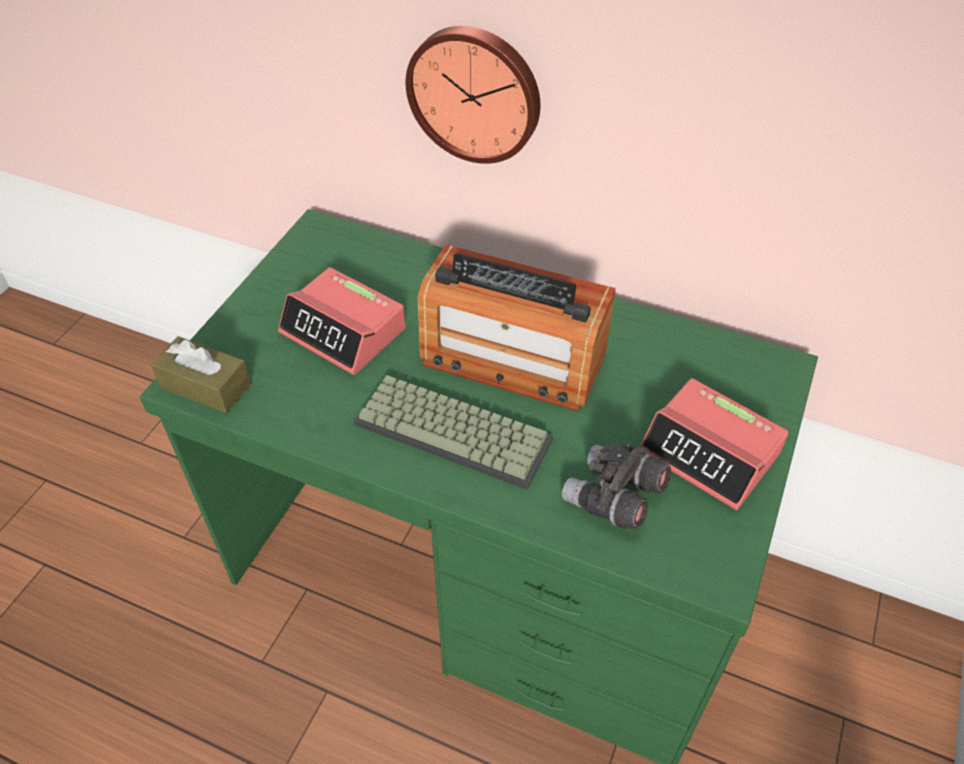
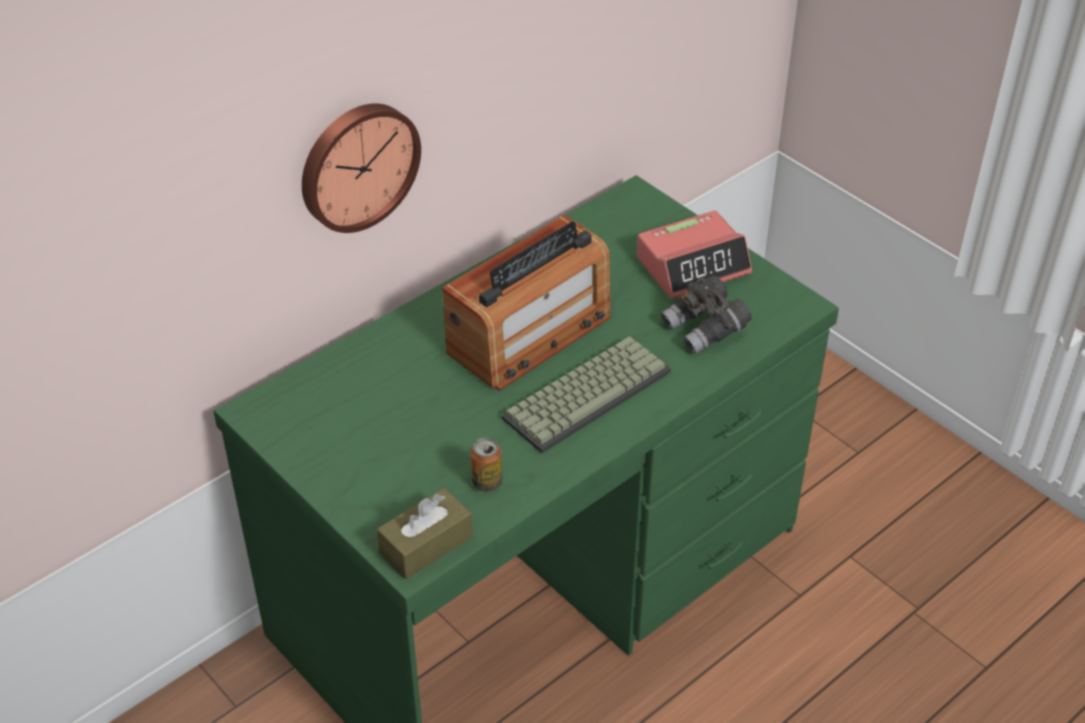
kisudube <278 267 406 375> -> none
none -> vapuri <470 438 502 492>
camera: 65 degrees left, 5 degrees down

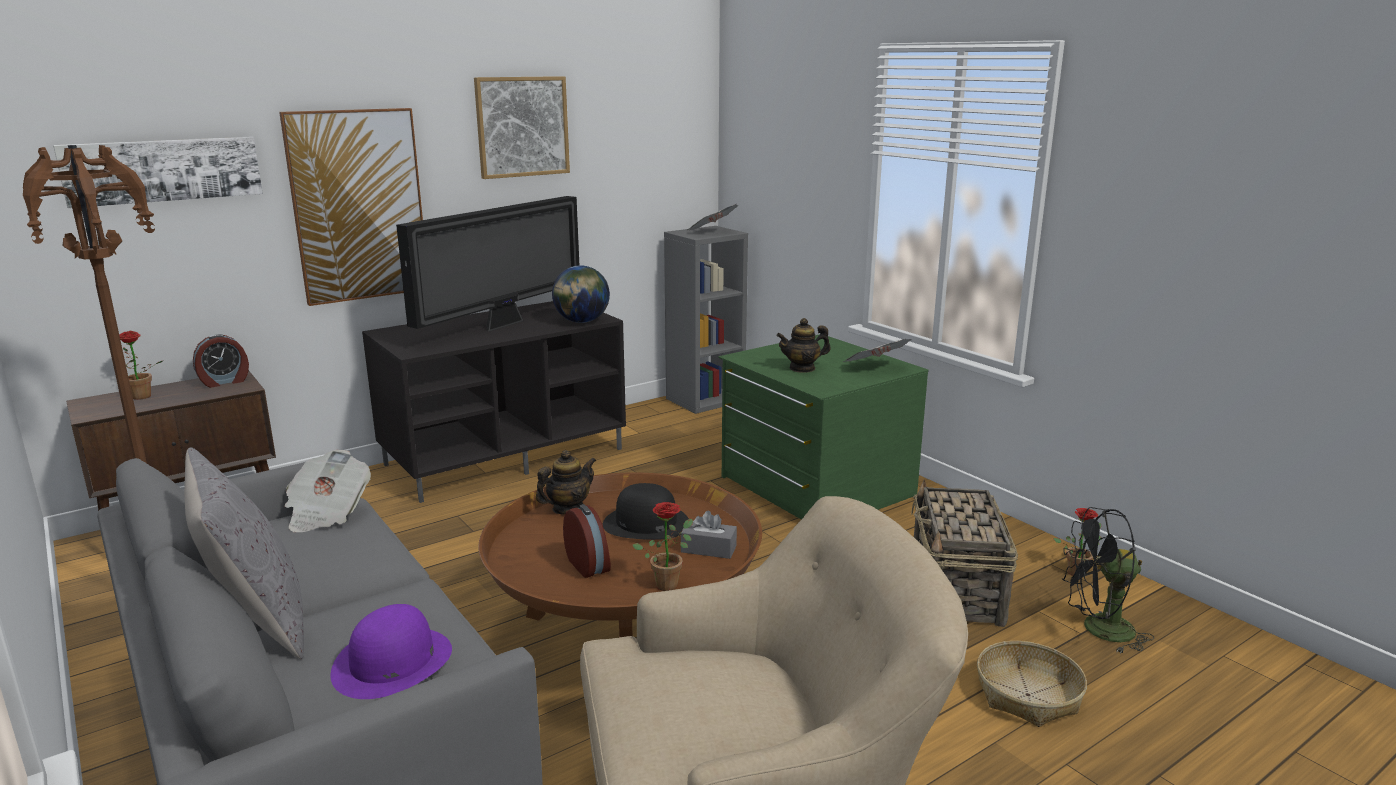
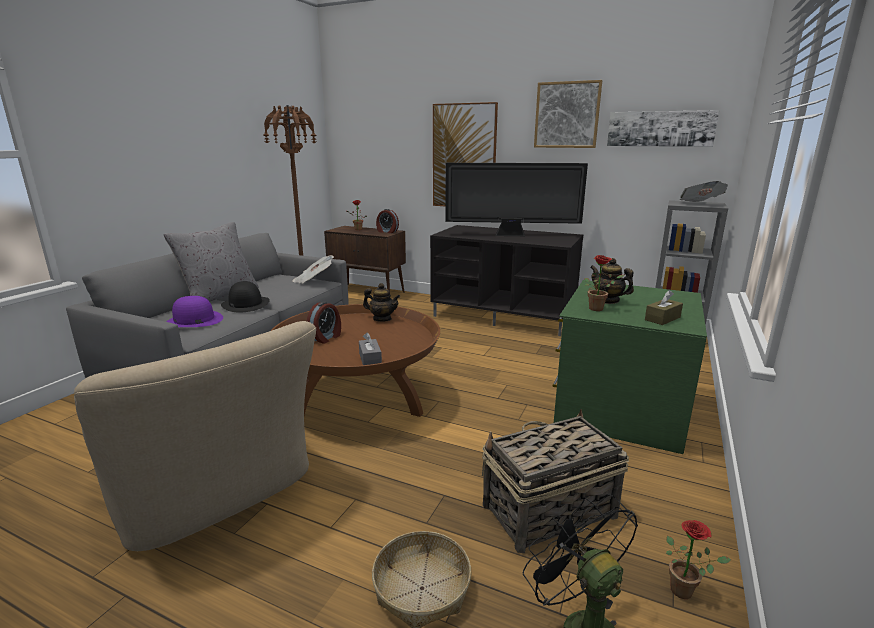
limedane <552 265 610 323> -> none
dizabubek <53 137 263 208> -> dizabubek <607 110 719 147>, shifted
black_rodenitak <603 483 689 540> -> black_rodenitak <221 281 270 313>, shifted
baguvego <632 502 693 591> -> baguvego <584 255 624 311>, shifted
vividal <843 339 912 362> -> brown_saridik <645 290 683 325>
camera: 60 degrees right, 0 degrees up

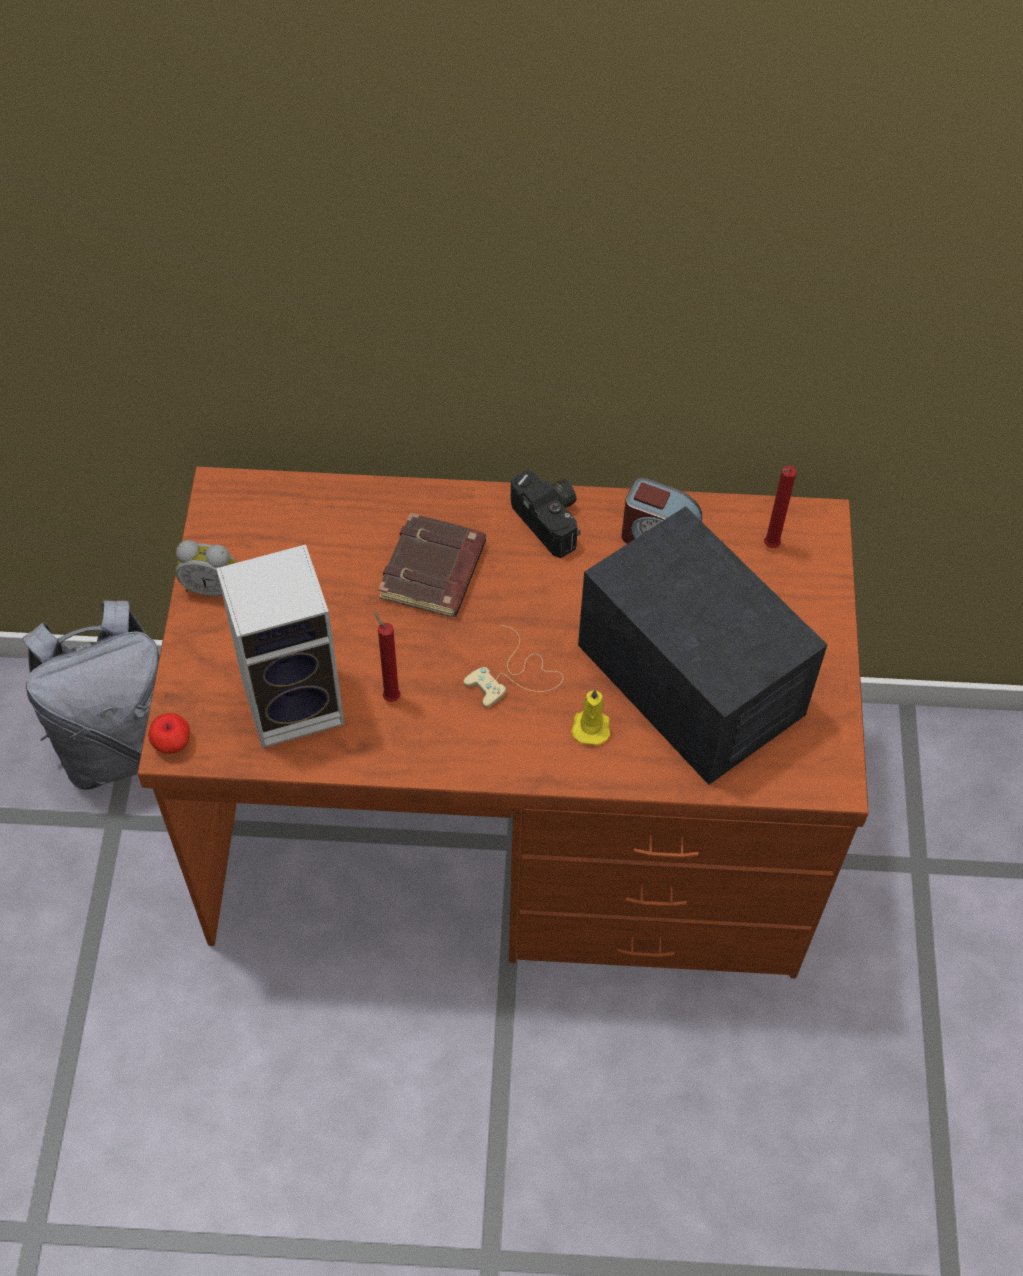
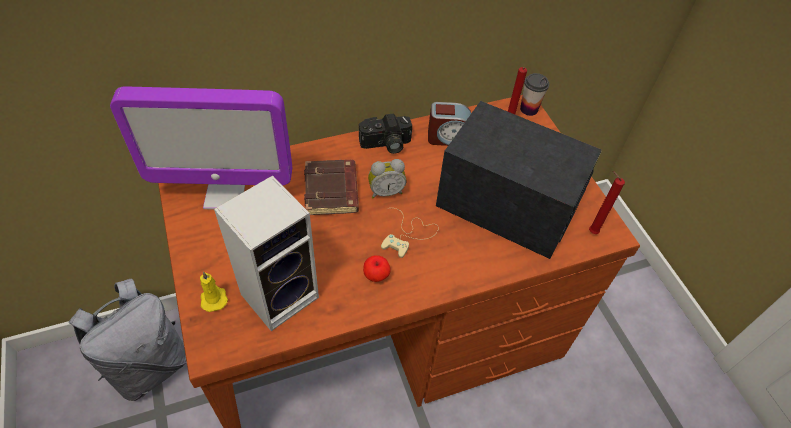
none -> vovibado <110 87 292 210>
none -> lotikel <520 73 549 116>
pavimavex <148 713 190 754> -> pavimavex <363 255 391 282>, shifted
kisudube <175 540 236 596> -> kisudube <368 159 406 198>, shifted
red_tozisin <374 611 401 702> -> red_tozisin <589 171 625 234>, shifted
yellow_tozisin <571 688 610 745> -> yellow_tozisin <200 272 228 312>, shifted
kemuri <510 470 581 558> -> kemuri <359 113 412 154>, 135 degrees clockwise
camera: 25 degrees left, 5 degrees down

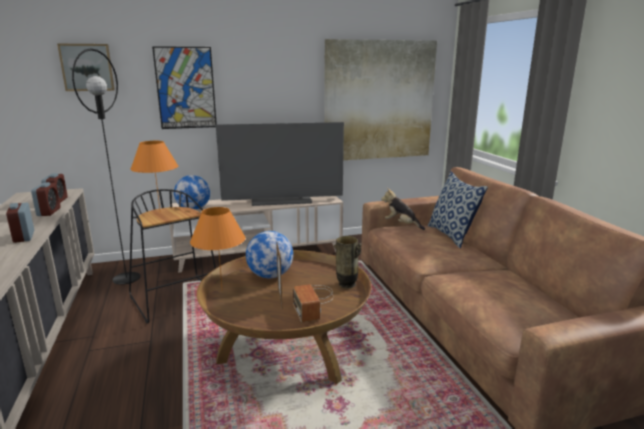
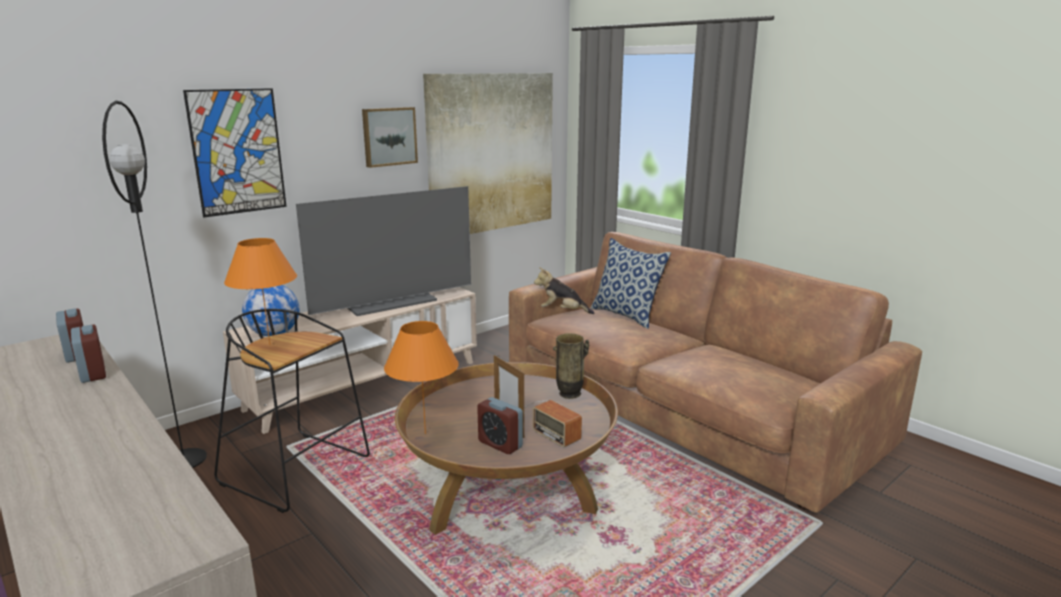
limedane <246 231 293 278> -> none
kisudube <6 202 34 243> -> kisudube <477 397 523 454>, shifted
dizabubek <57 44 115 91> -> dizabubek <362 107 418 168>, shifted
camera: 25 degrees left, 0 degrees up

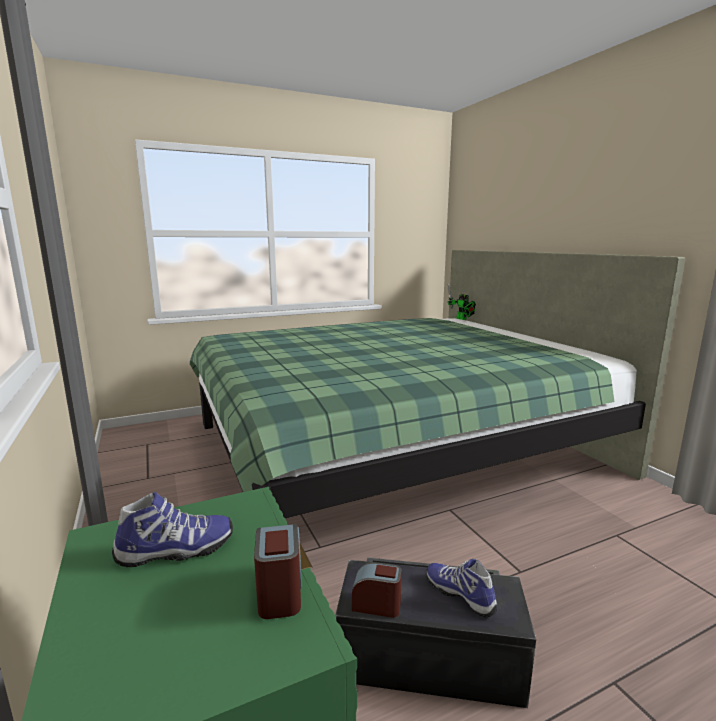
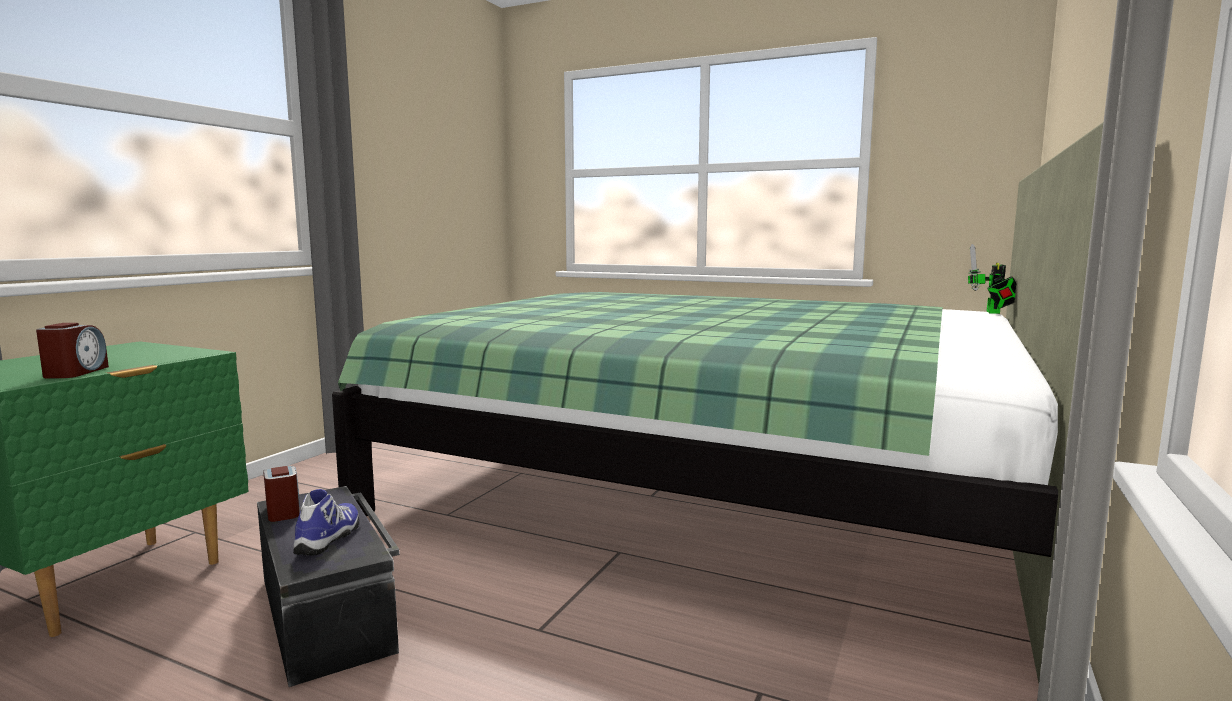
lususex <112 492 233 567> -> none
kisudube <254 524 302 619> -> kisudube <36 323 109 379>, 45 degrees counterclockwise
camera: 50 degrees right, 5 degrees down

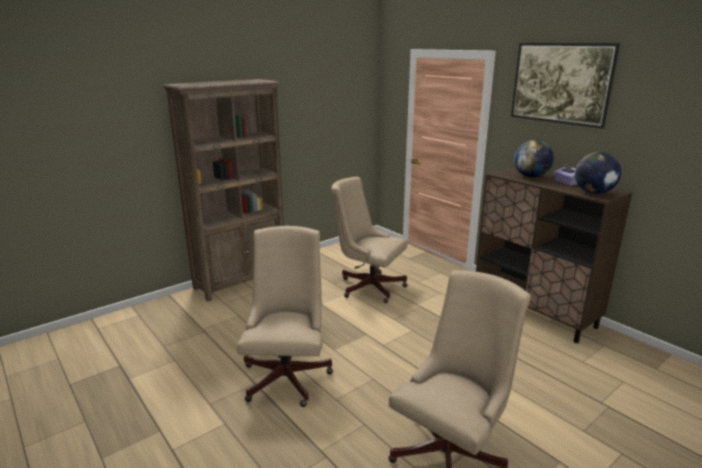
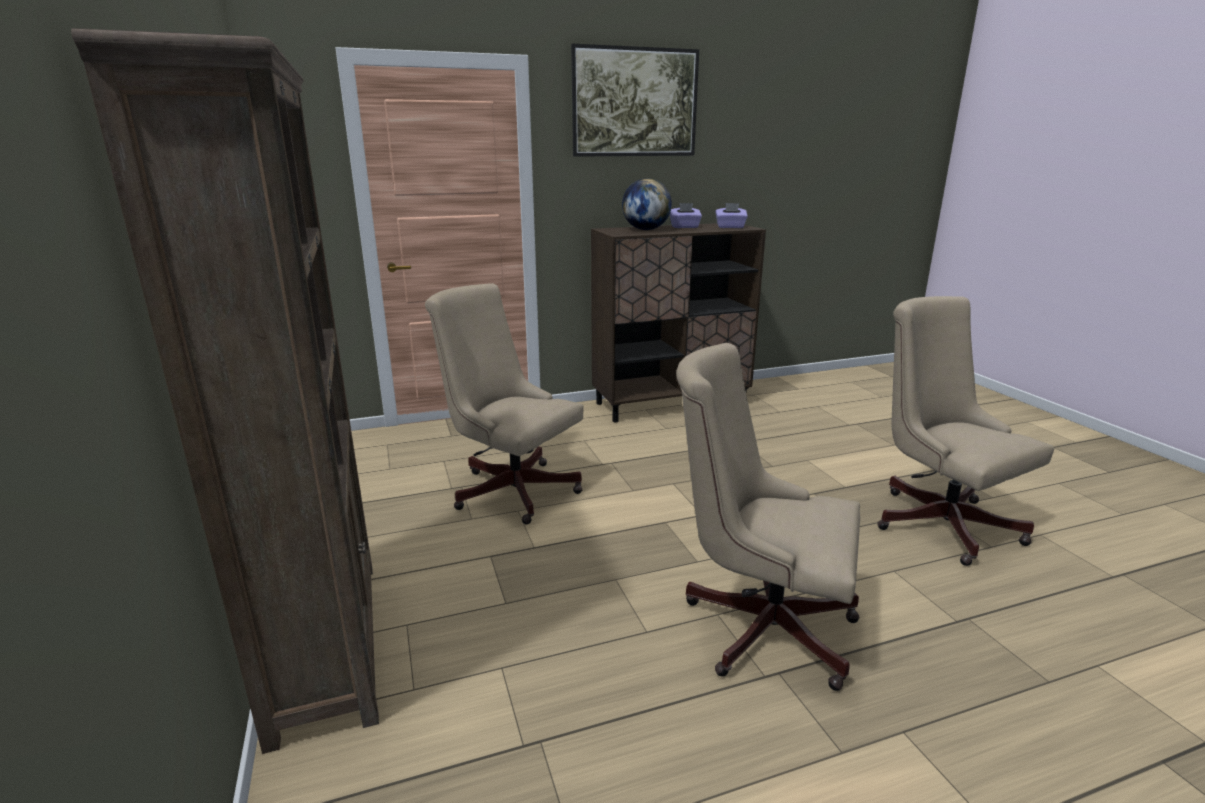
limedane <575 152 621 194> -> purple_saridik <715 203 748 228>
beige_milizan <331 177 408 303> -> beige_milizan <425 283 584 524>, 75 degrees clockwise
camera: 70 degrees left, 0 degrees up

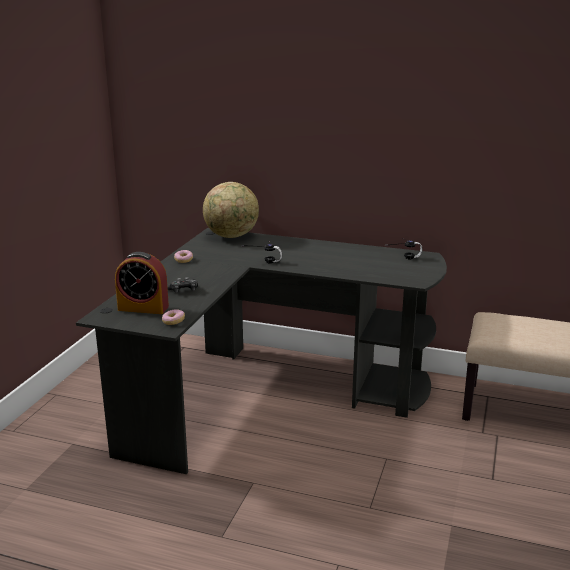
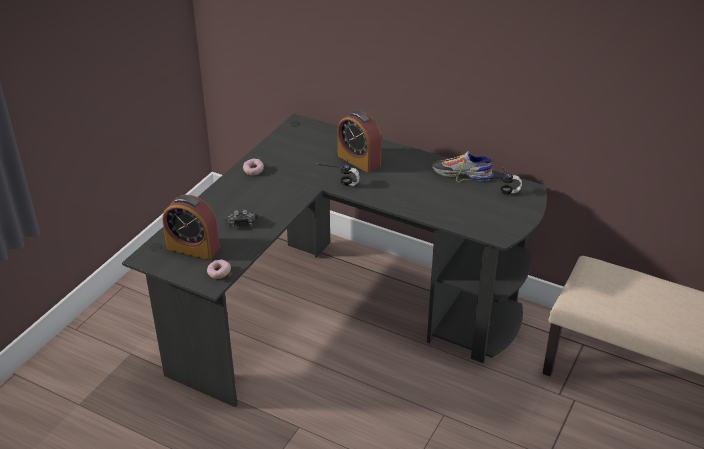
limedane <203 182 259 238> -> none
none -> kisudube <338 111 382 173>
none -> lususex <432 151 494 182>
camera: 10 degrees right, 15 degrees up

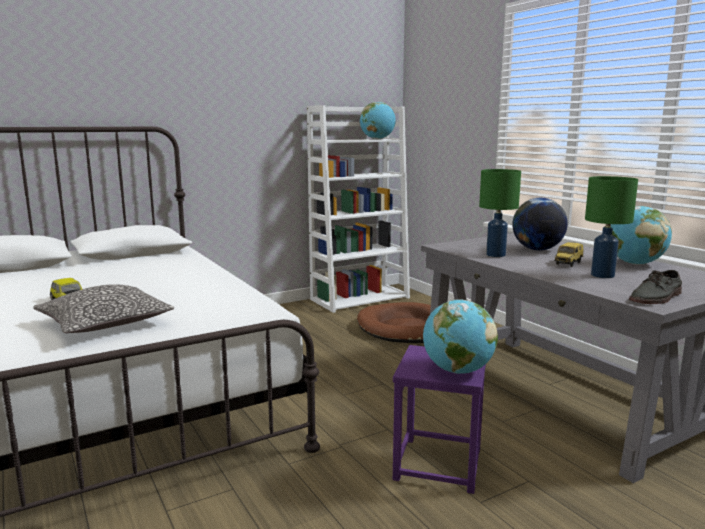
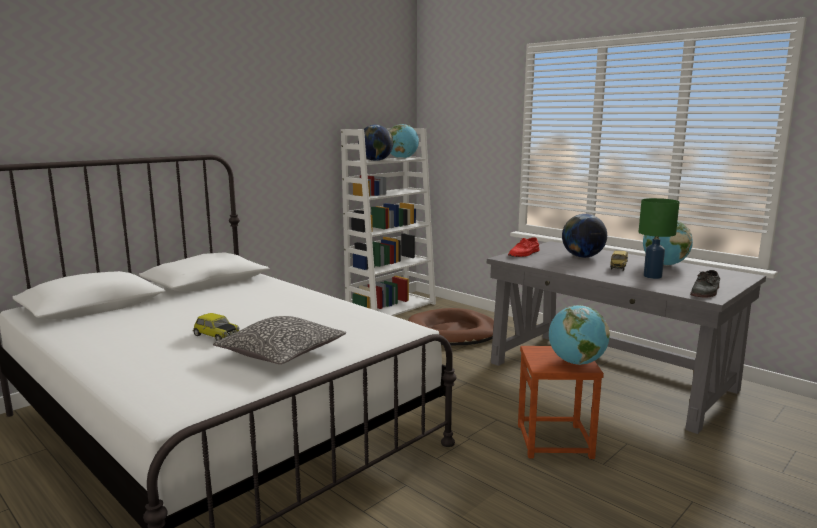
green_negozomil <479 169 521 257> -> none
none -> limedane <358 125 393 161>
none -> red_lususex <508 237 539 257>
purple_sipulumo <393 345 486 494> -> brown_sipulumo <518 346 604 459>
camera: 15 degrees left, 0 degrees up

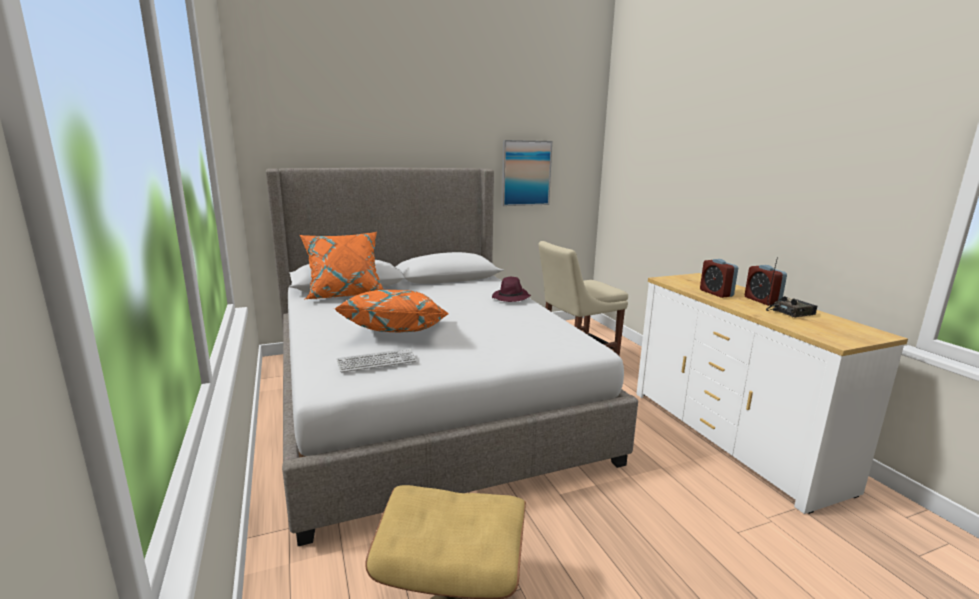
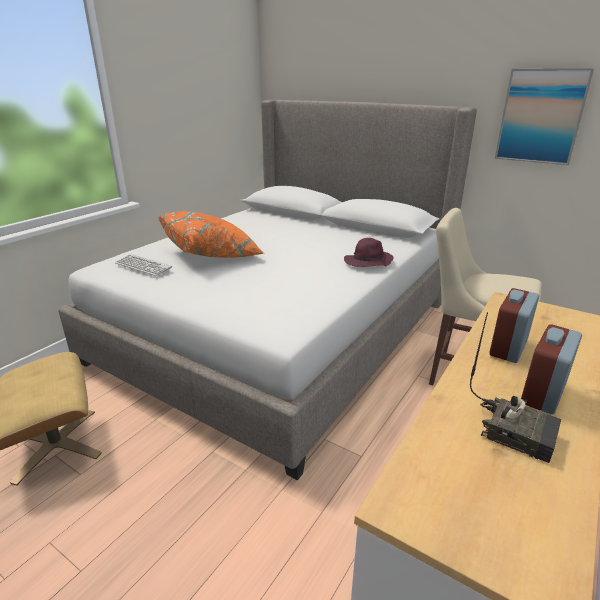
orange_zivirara <300 232 384 299> -> none
camera: 55 degrees right, 10 degrees up

